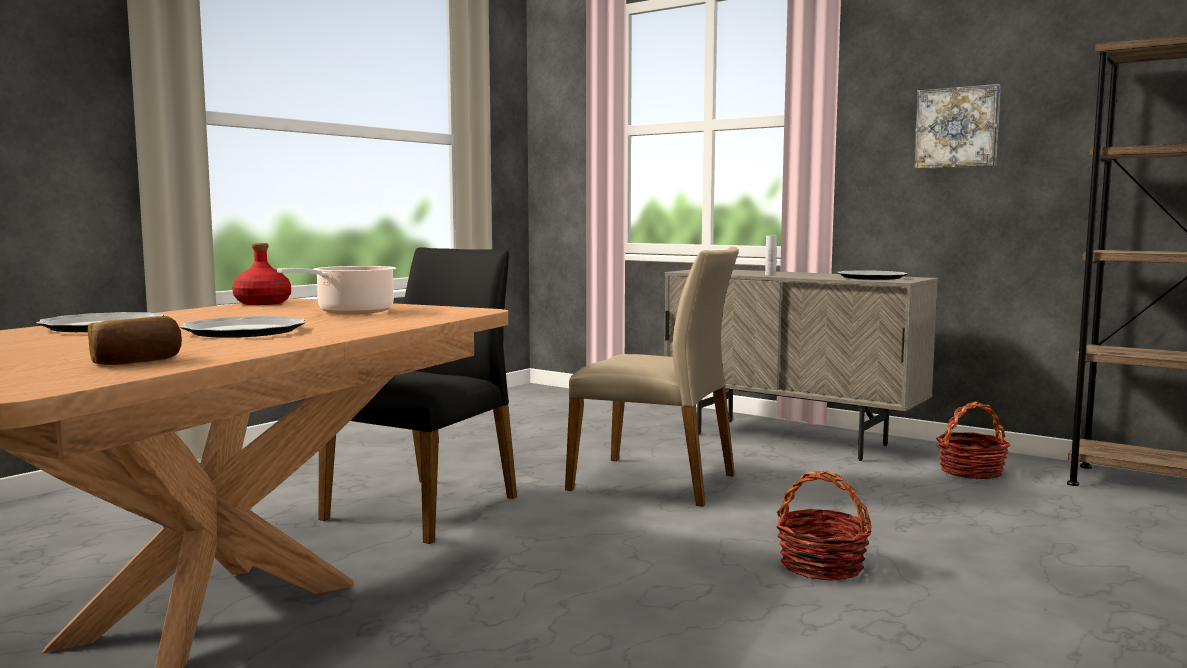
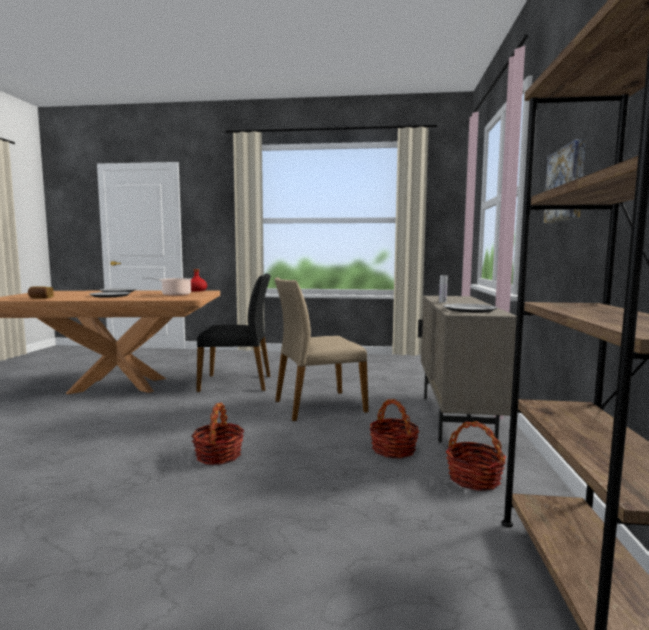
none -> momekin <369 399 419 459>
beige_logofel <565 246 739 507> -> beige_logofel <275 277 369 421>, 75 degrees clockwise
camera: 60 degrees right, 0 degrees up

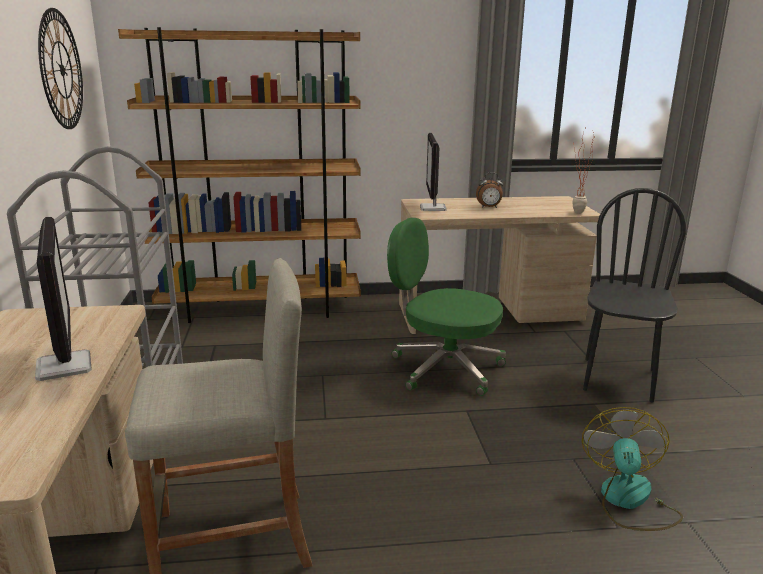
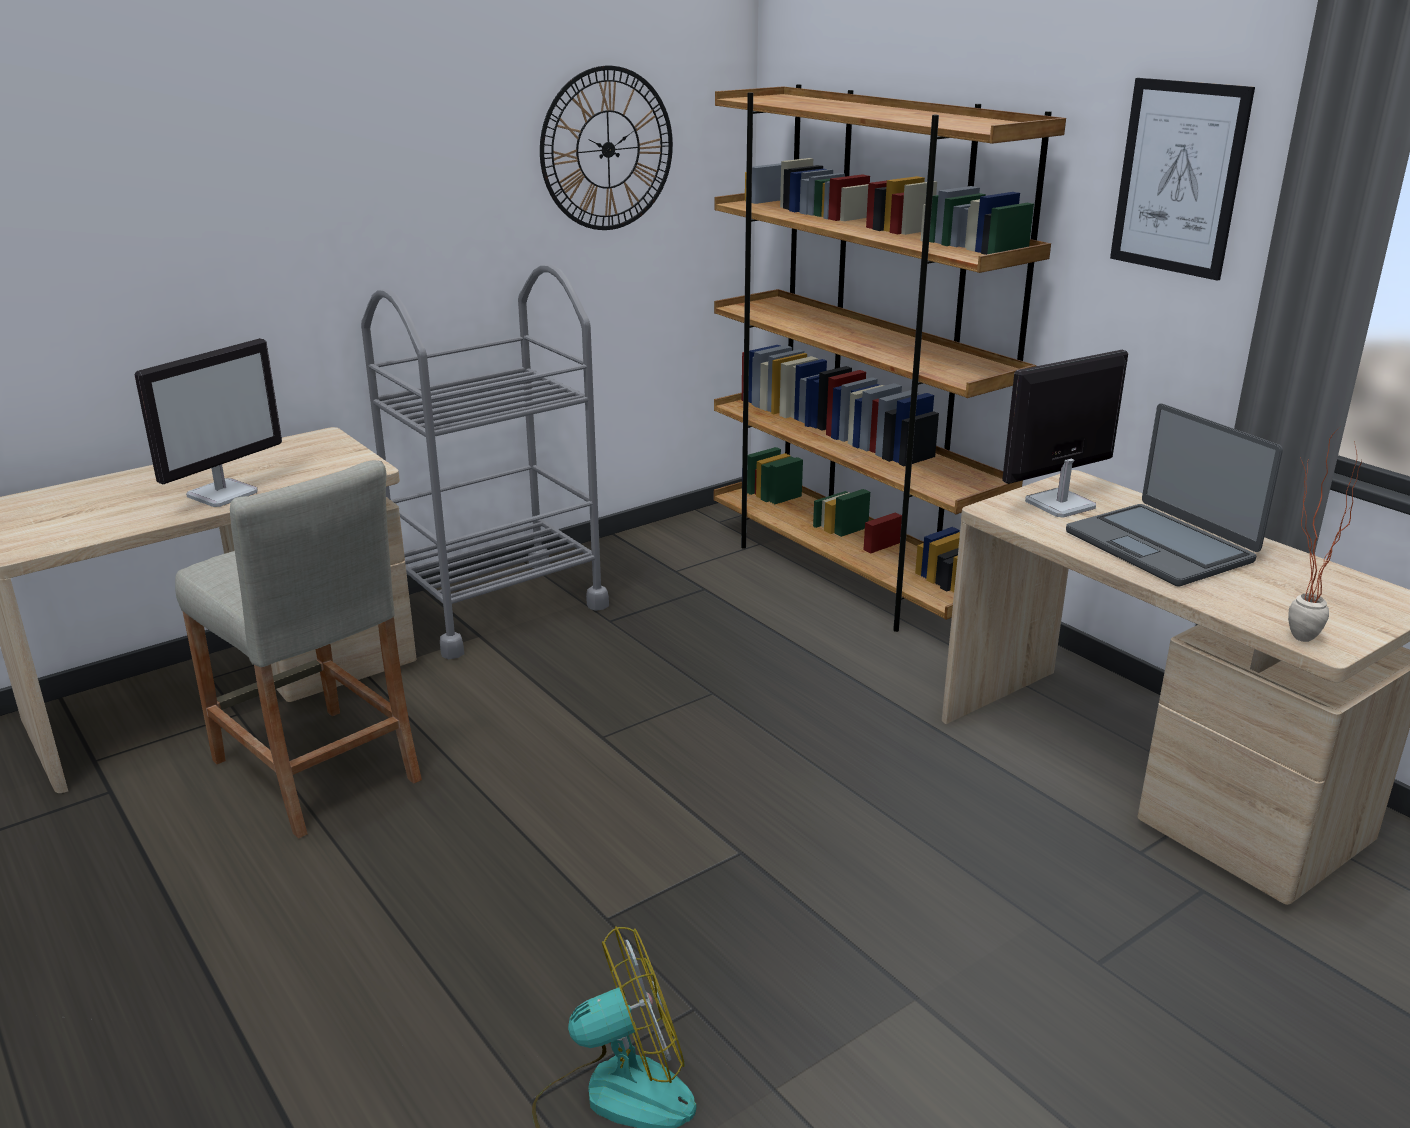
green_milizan <387 218 506 396> -> none
black_logofel <583 188 686 403> -> none
none -> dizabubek <1110 78 1255 281>
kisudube <476 172 503 208> -> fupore <1066 403 1283 587>
camera: 60 degrees right, 5 degrees up

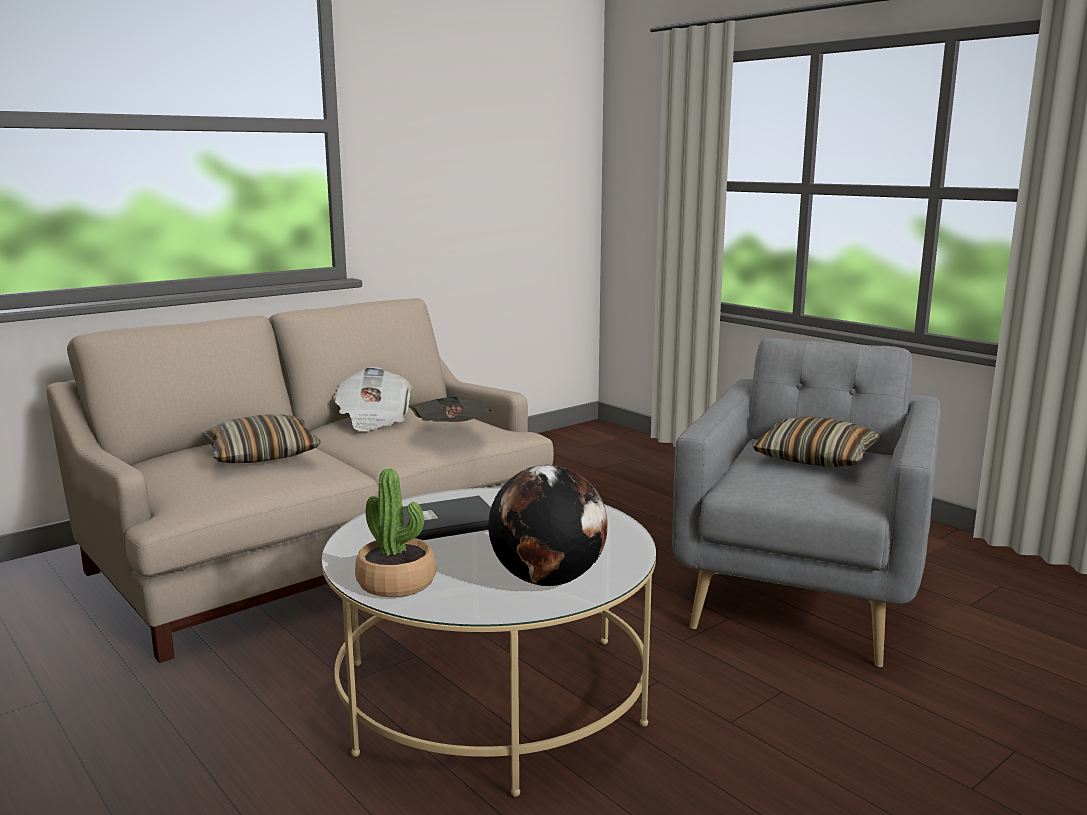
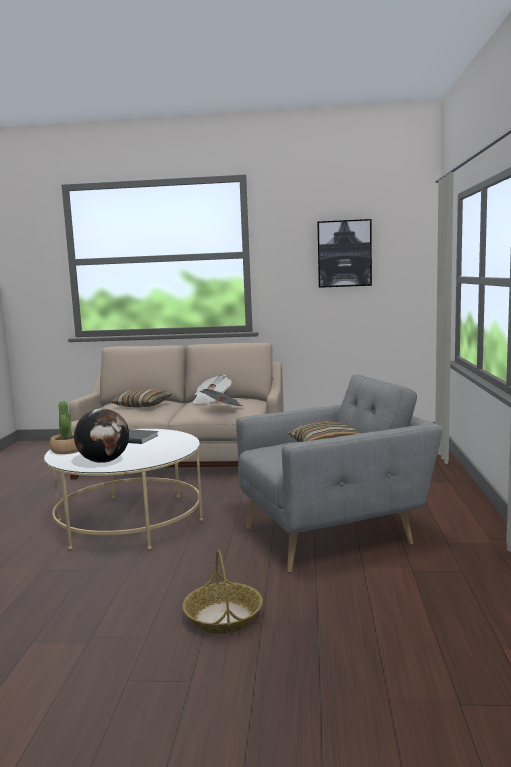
none -> momekin <183 550 263 634>
none -> dizabubek <317 219 372 288>
camera: 45 degrees right, 5 degrees down

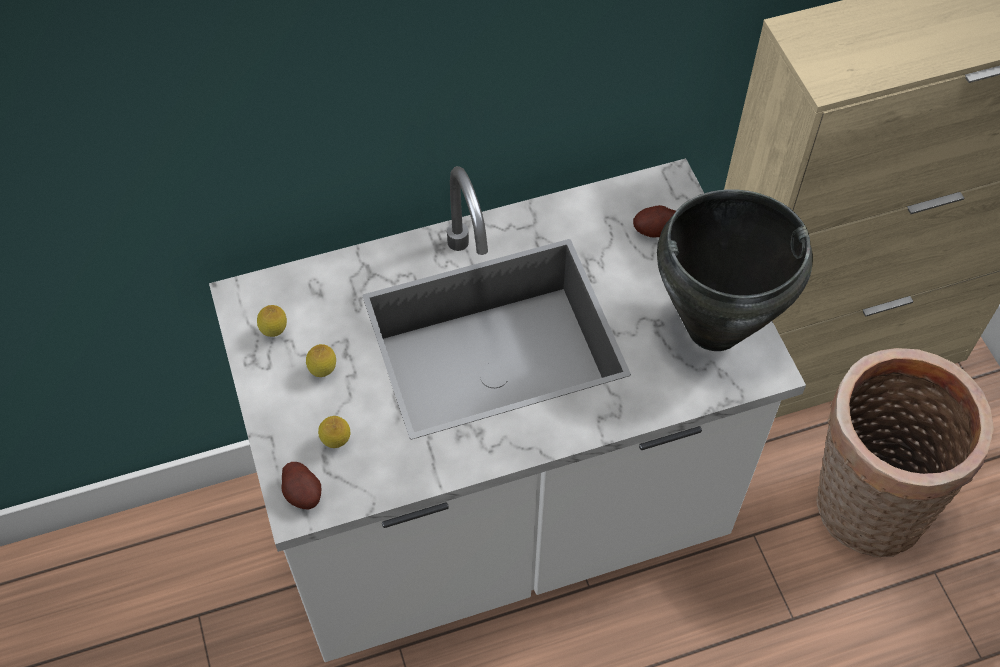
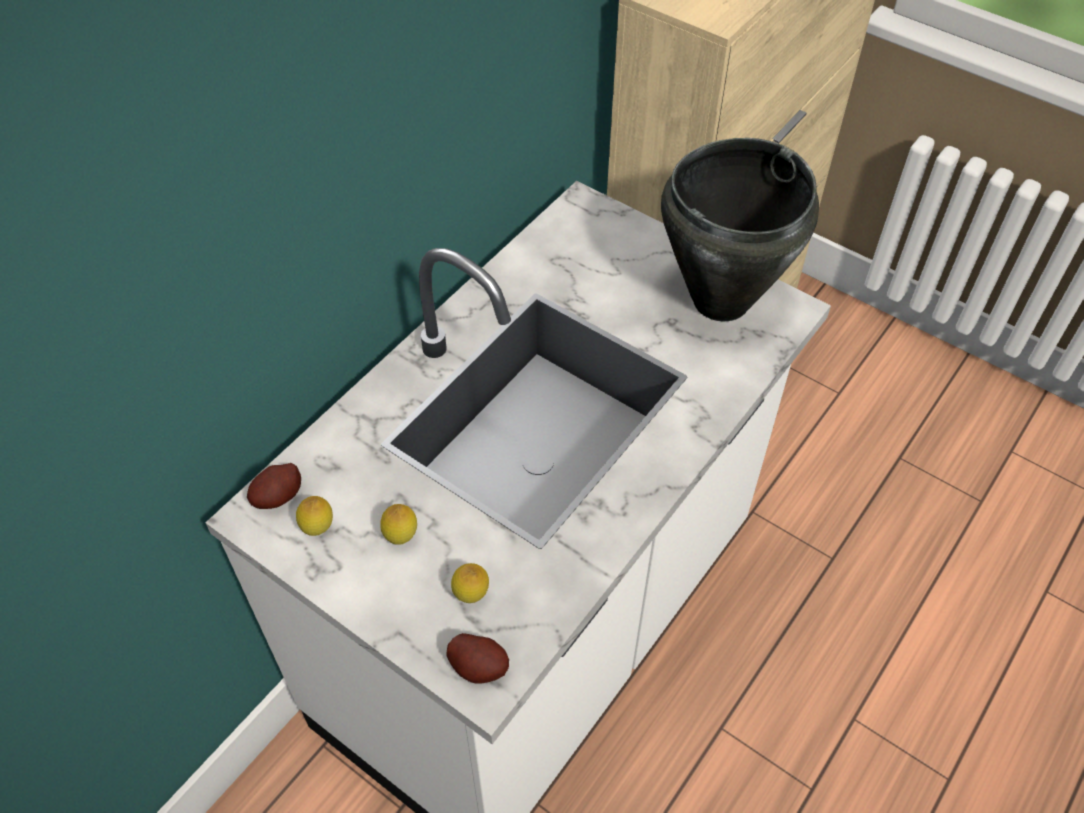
momekin <816 348 994 557> -> none
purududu <633 205 676 237> -> purududu <247 463 301 509>, shifted
camera: 35 degrees left, 5 degrees down

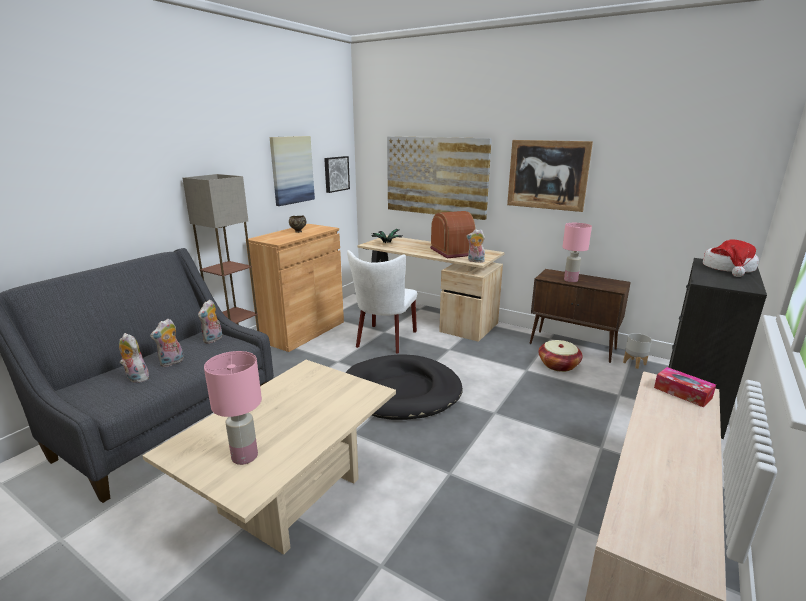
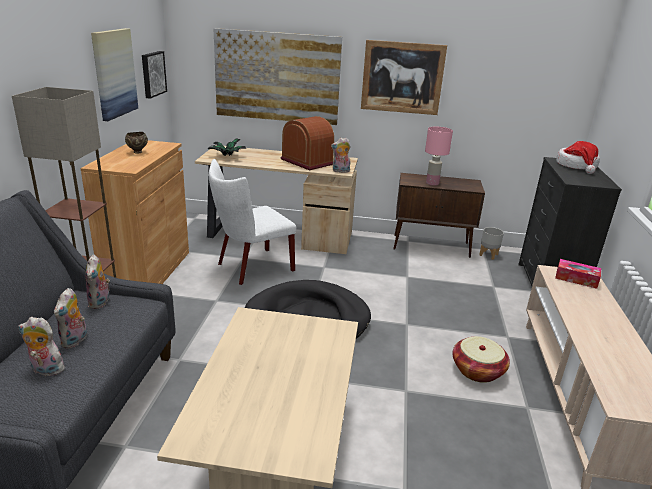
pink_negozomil <204 351 262 465> -> none
momekin <539 340 583 372> -> momekin <453 336 510 383>, shifted
white_logofel <347 250 417 354> -> white_logofel <209 159 296 285>, 60 degrees clockwise
camera: 25 degrees left, 5 degrees up

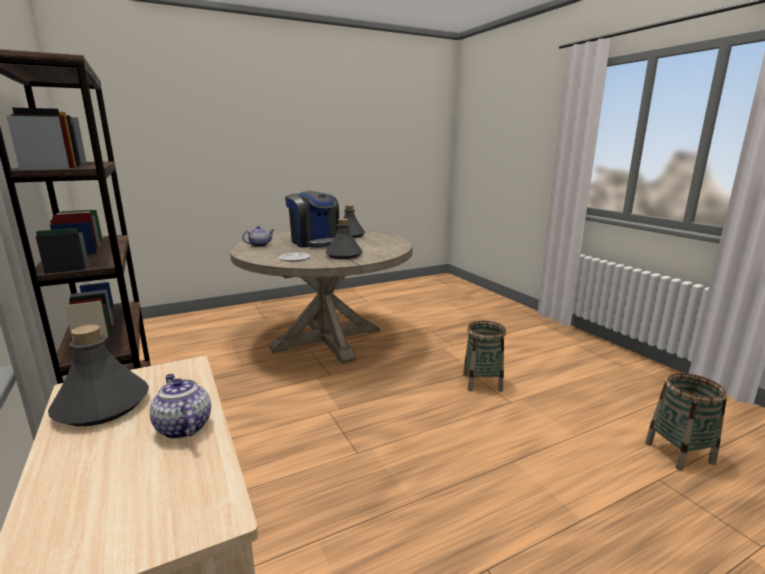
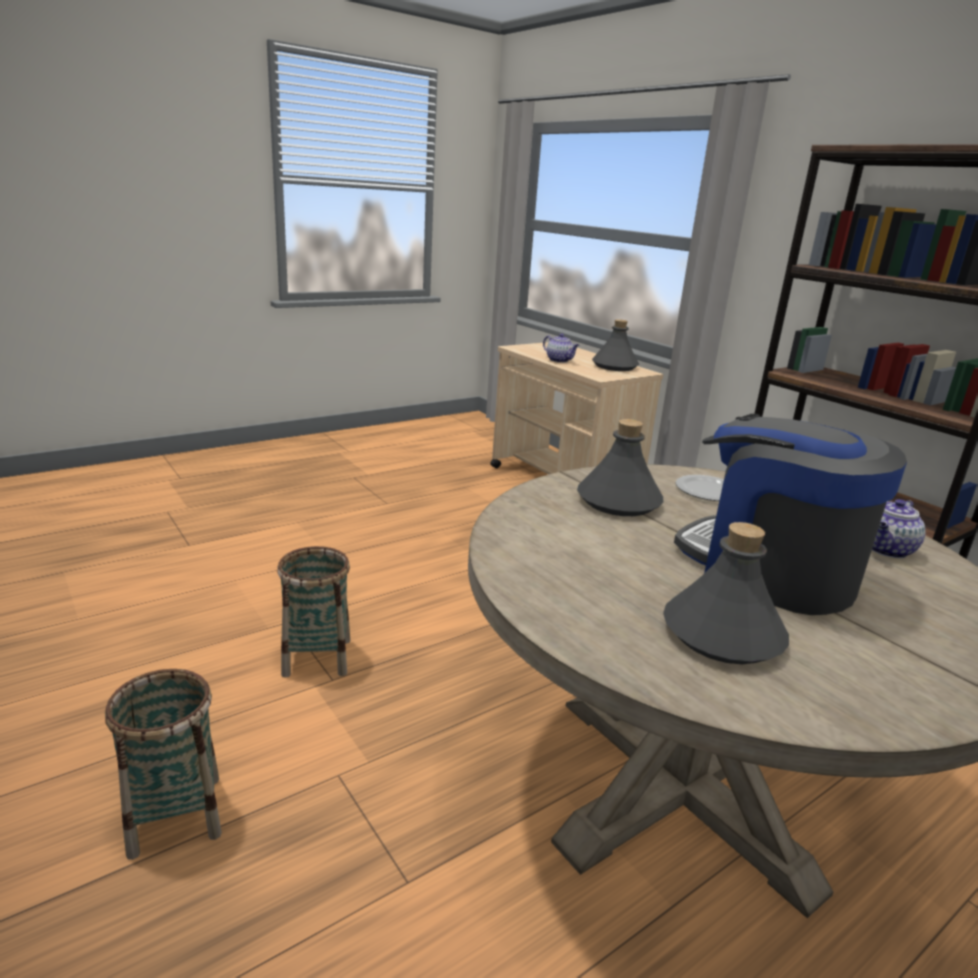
momekin <645 373 727 471> -> momekin <105 669 222 860>, shifted
camera: 170 degrees right, 5 degrees up

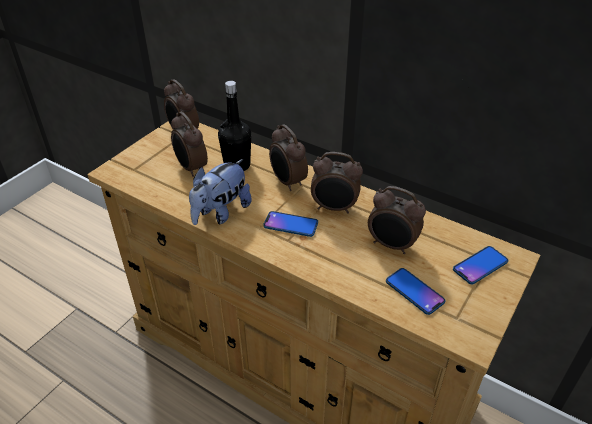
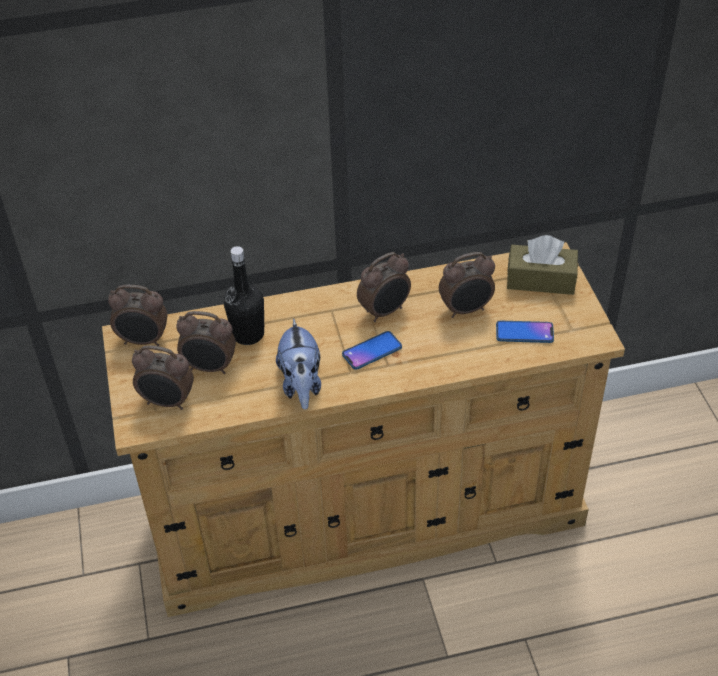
kisudube <269 124 308 191> -> kisudube <132 345 194 410>, shifted
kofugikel <453 246 508 284> -> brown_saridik <507 235 578 295>
camera: 45 degrees left, 5 degrees up

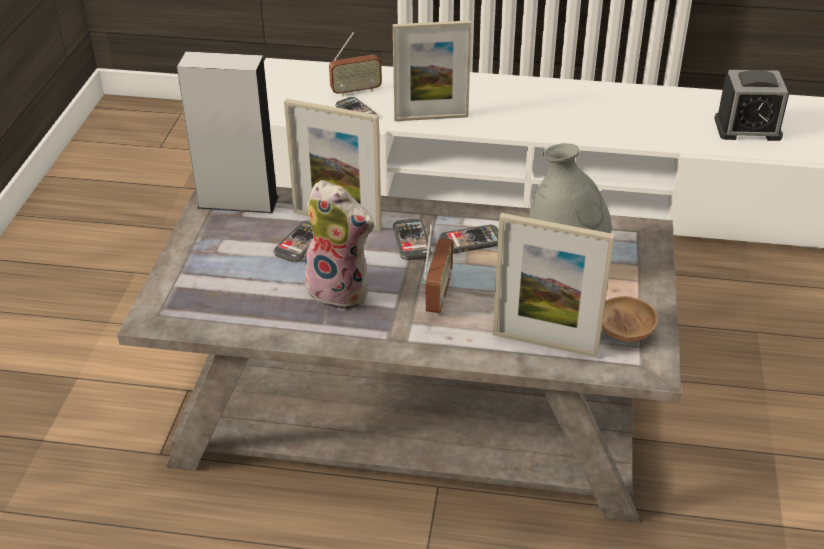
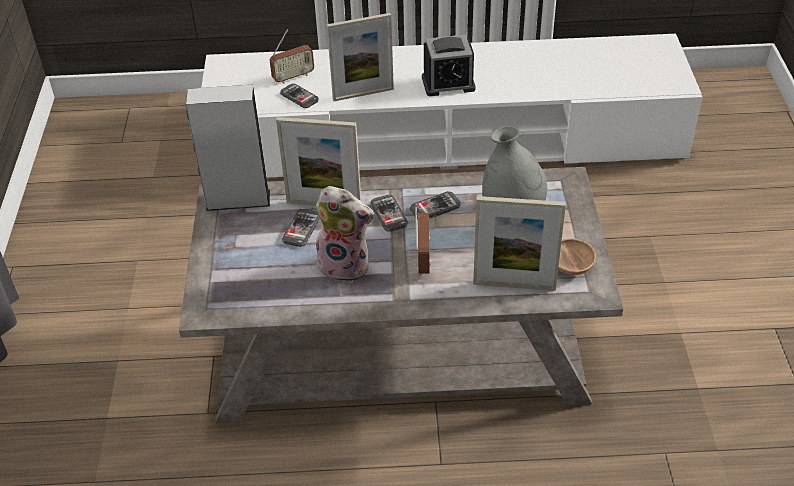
kisudube <714 70 790 141> -> kisudube <422 34 476 96>, shifted
camera: 10 degrees left, 5 degrees up

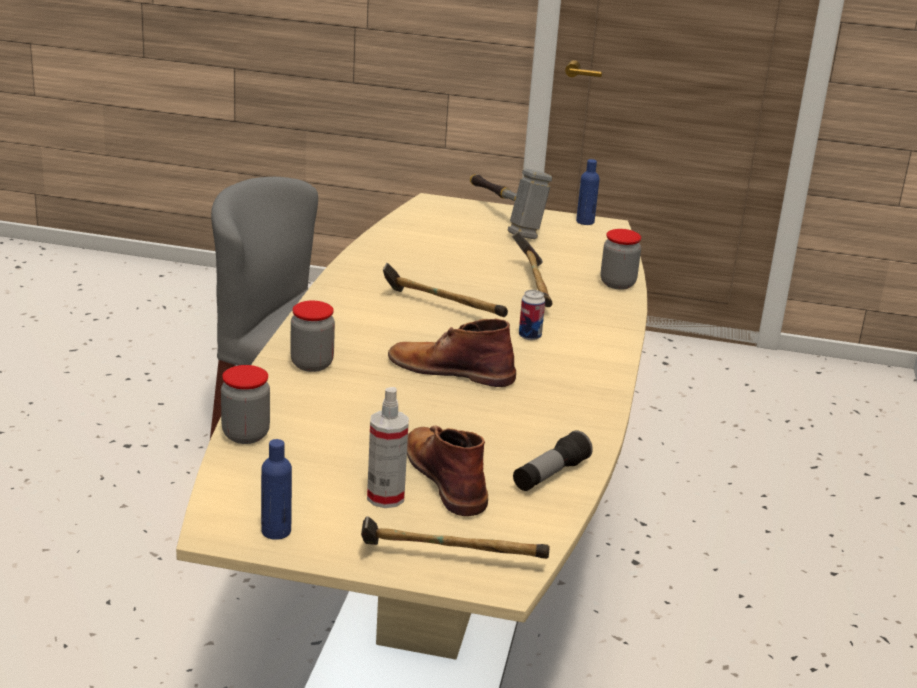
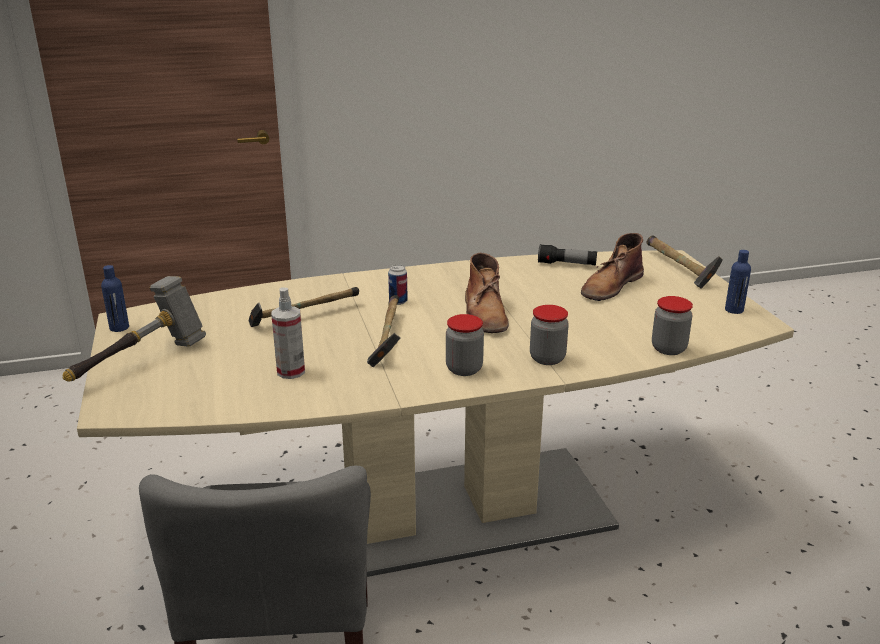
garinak <367 387 409 508> -> garinak <271 288 305 379>, shifted
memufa <601 229 641 290> -> memufa <446 314 484 376>, shifted
camera: 115 degrees left, 0 degrees up

